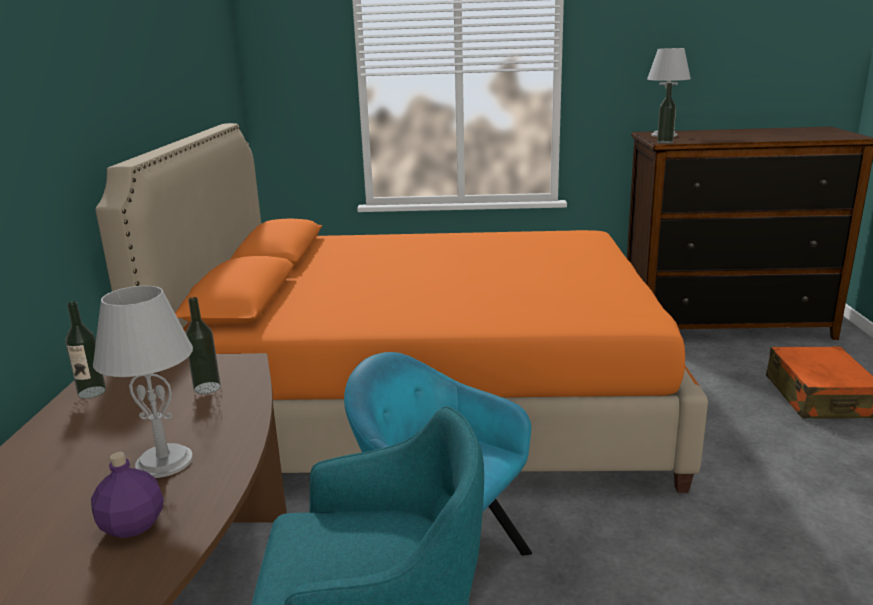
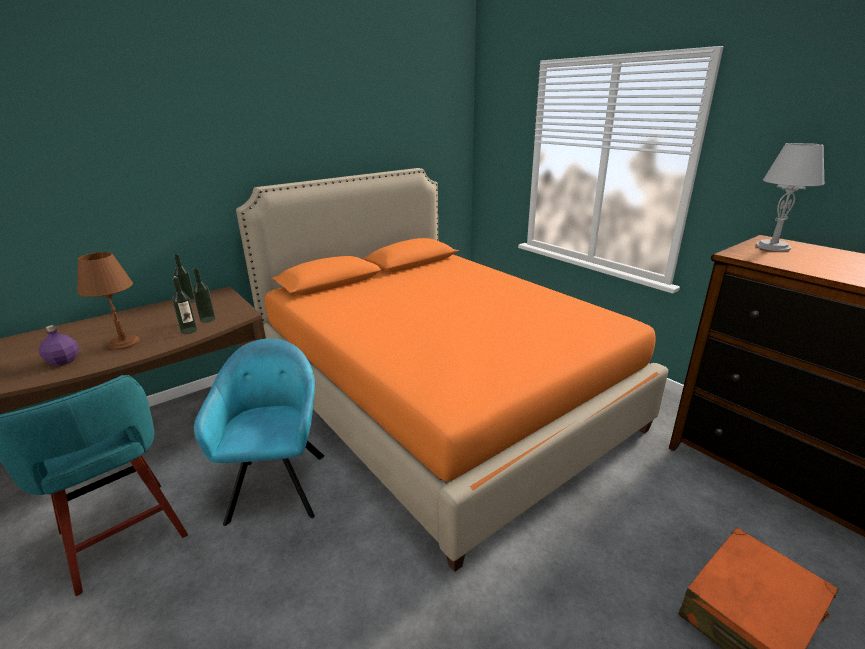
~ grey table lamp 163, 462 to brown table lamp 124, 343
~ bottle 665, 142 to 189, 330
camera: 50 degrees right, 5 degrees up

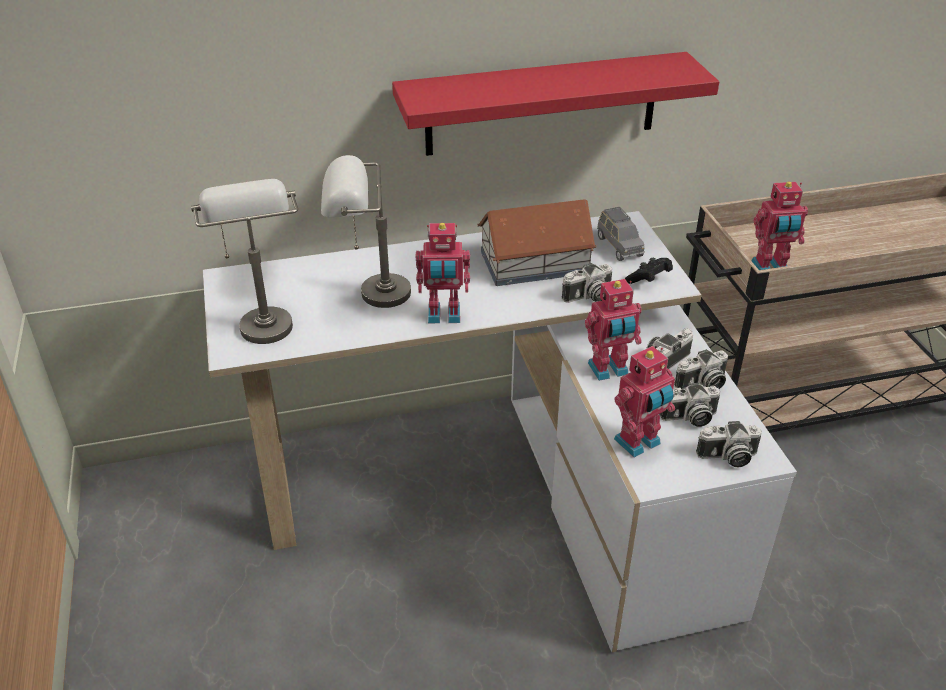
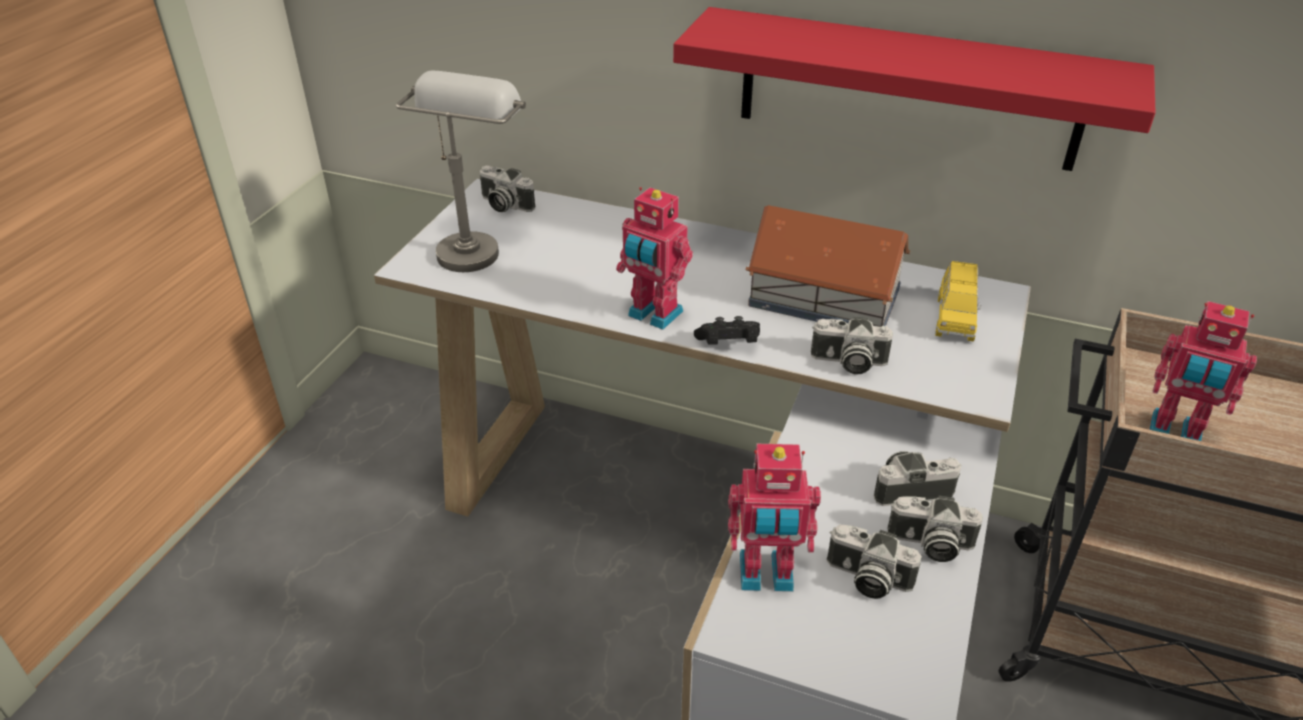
- grey table lamp 368, 295
- toy robot 609, 370
~ grey toy car 619, 246 to yellow toy car 955, 318
~ black game controller 649, 279 to 728, 345
~ photo camera 727, 457 to 504, 205
camera: 35 degrees right, 0 degrees up

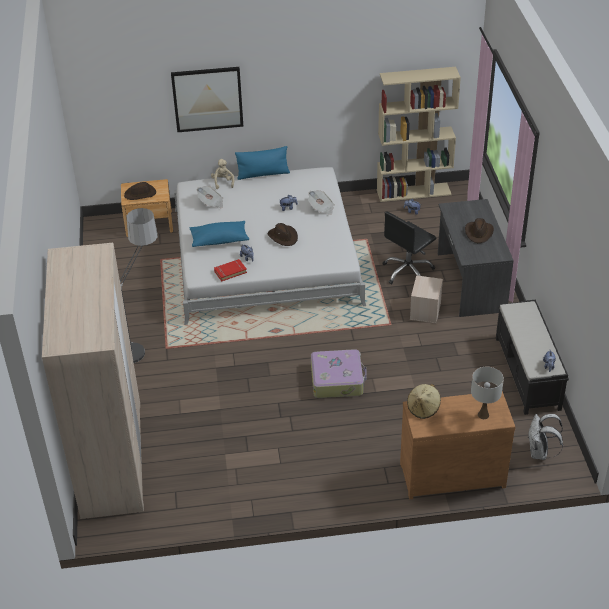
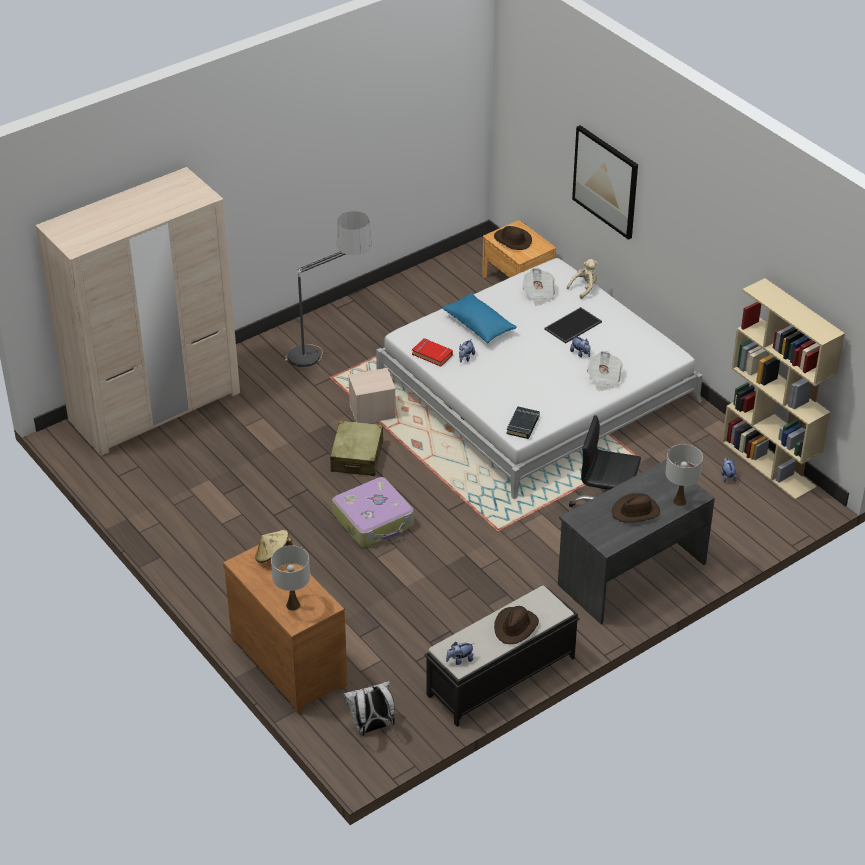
- blue pillow 263, 174
~ brown hat 283, 237 to 515, 627
~ beige storage box 425, 311 to 372, 412
+ beige suitcase 357, 456
+ black book 523, 425
+ tray 573, 326
+ white table lamp 680, 501
camera: 60 degrees right, 0 degrees up

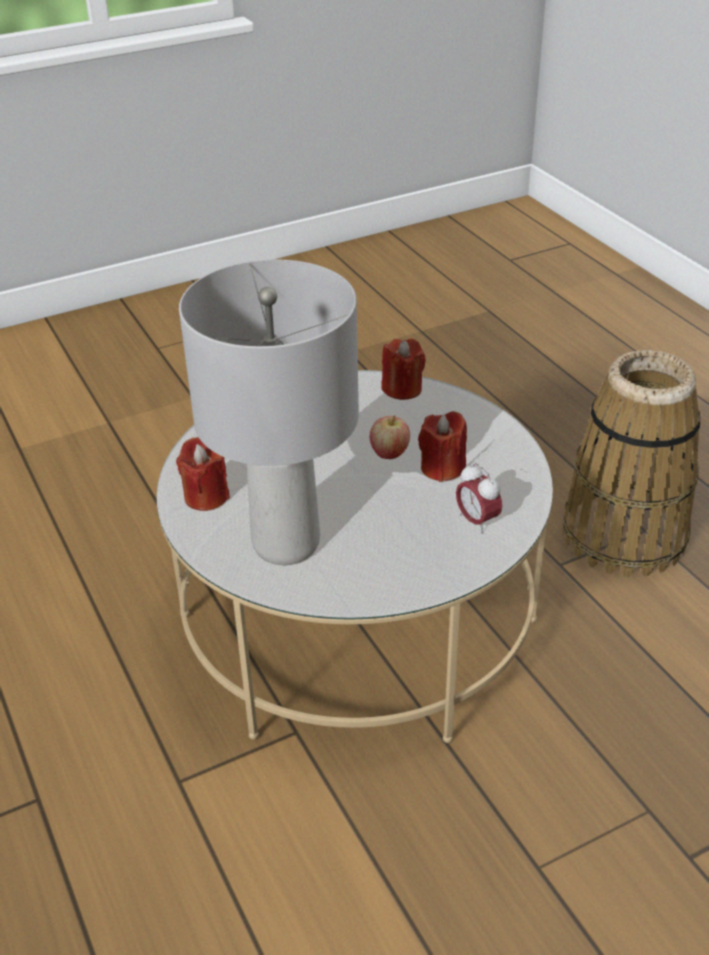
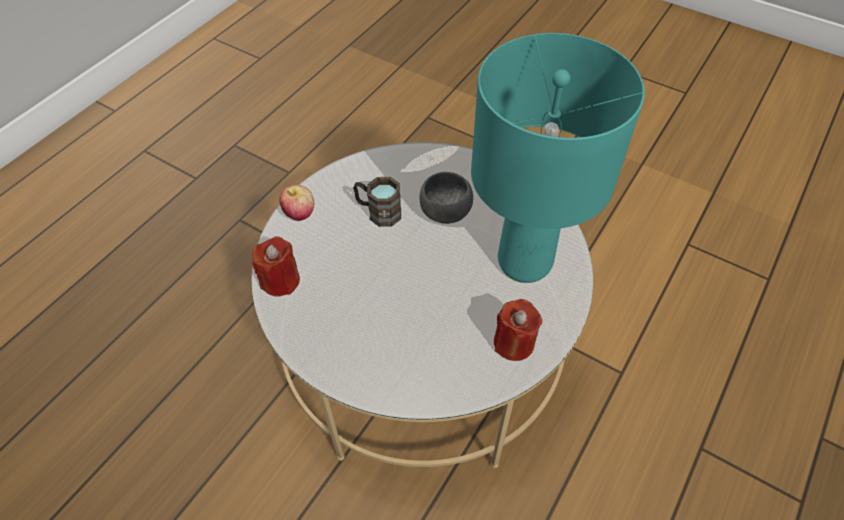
~ grey table lamp 287, 543 to turquoise table lamp 523, 262
~ apple 389, 453 to 299, 214
~ red candle 442, 468 to brown mug 378, 212
- alarm clock 477, 521
- basket 624, 535
+ grey bowl 444, 211
camera: 120 degrees left, 15 degrees up

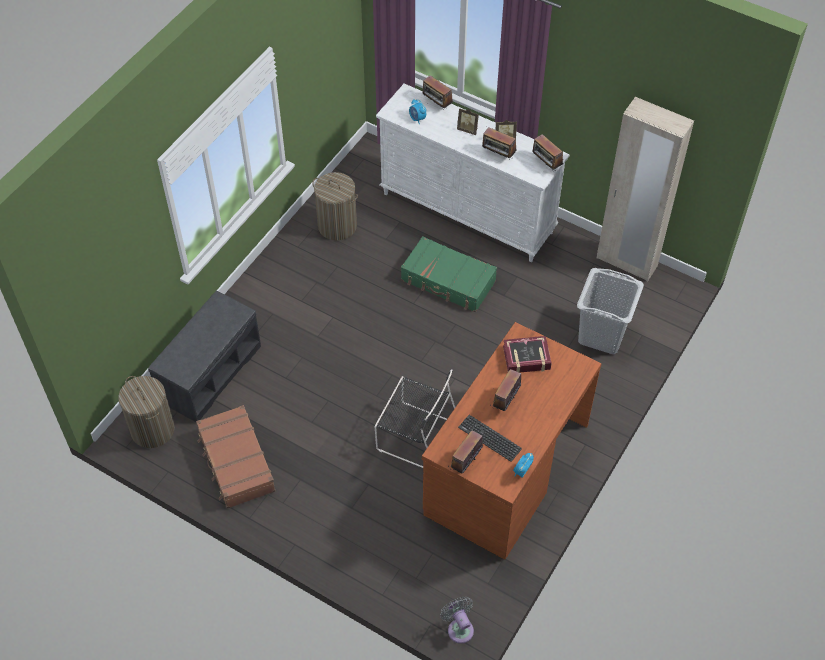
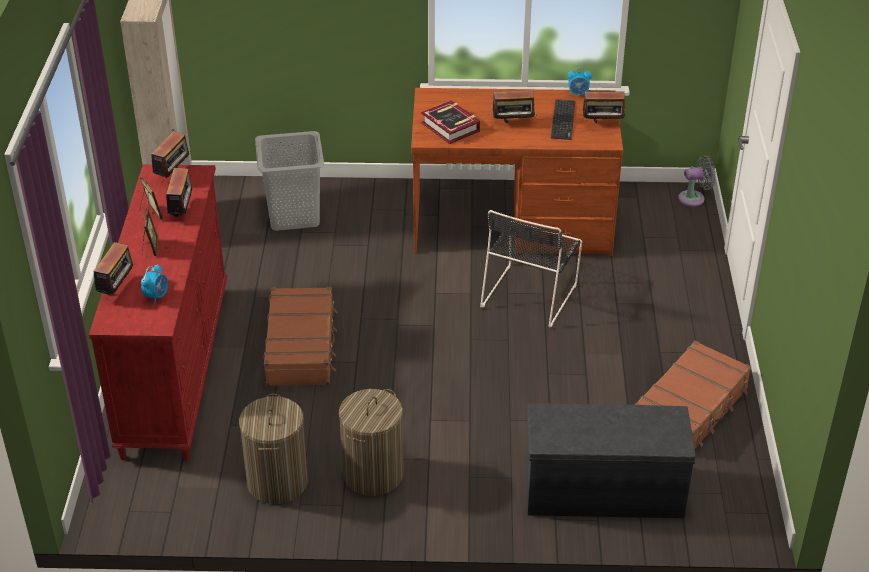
~ laundry basket 152, 429 to 373, 474
~ black chair 415, 435 = 530, 293 150 degrees counterclockwise
~ white dresser 468, 213 to red dresser 176, 370
~ green suitcase 448, 281 to brown suitcase 301, 346
~ grey fan 459, 628 = 694, 198 135 degrees counterclockwise
camera: 120 degrees left, 15 degrees down

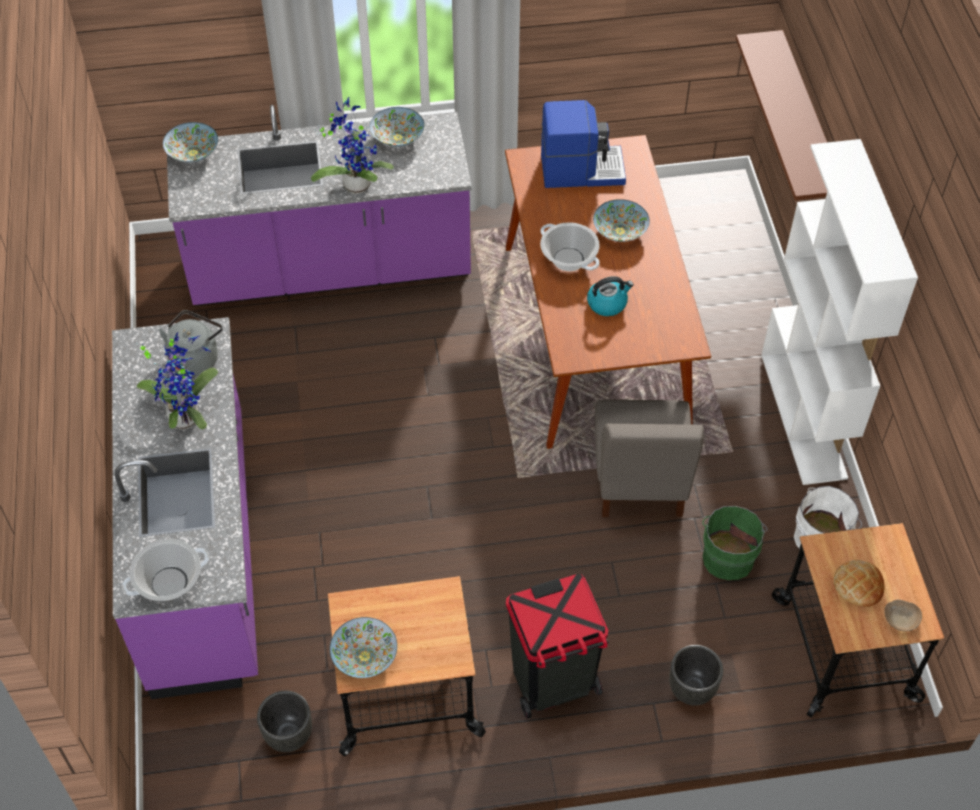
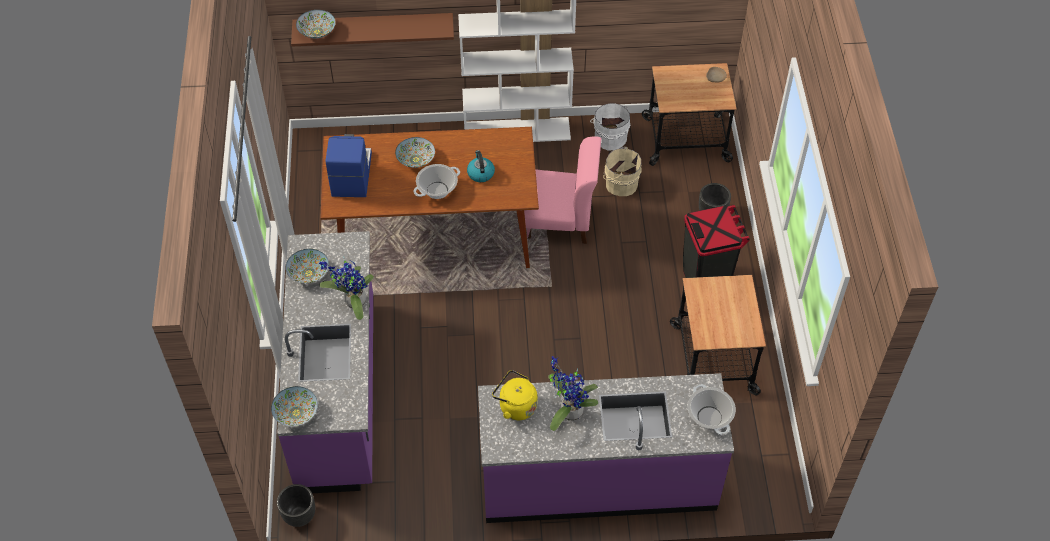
~ grey kettle 196, 358 to yellow kettle 515, 406
~ black planter 289, 736 to 300, 515
~ bowl 365, 656 to 317, 32
~ grey chair 639, 479 to pink chair 559, 220
~ green bucket 728, 555 to beige bucket 620, 183
- bread 858, 585
camera: 85 degrees left, 0 degrees up

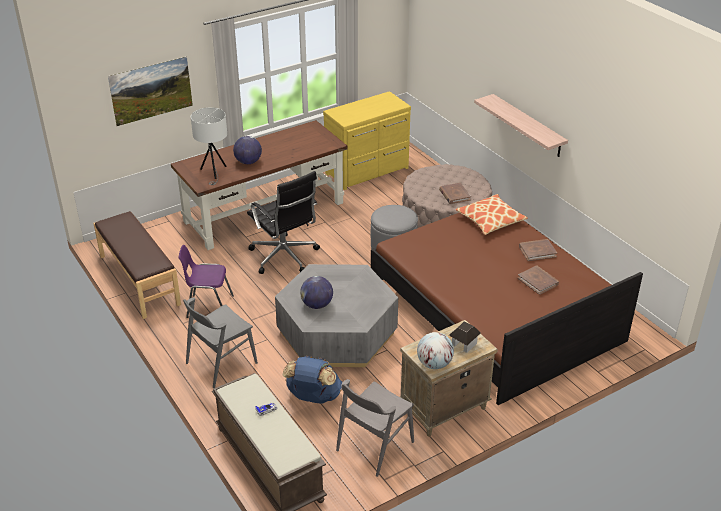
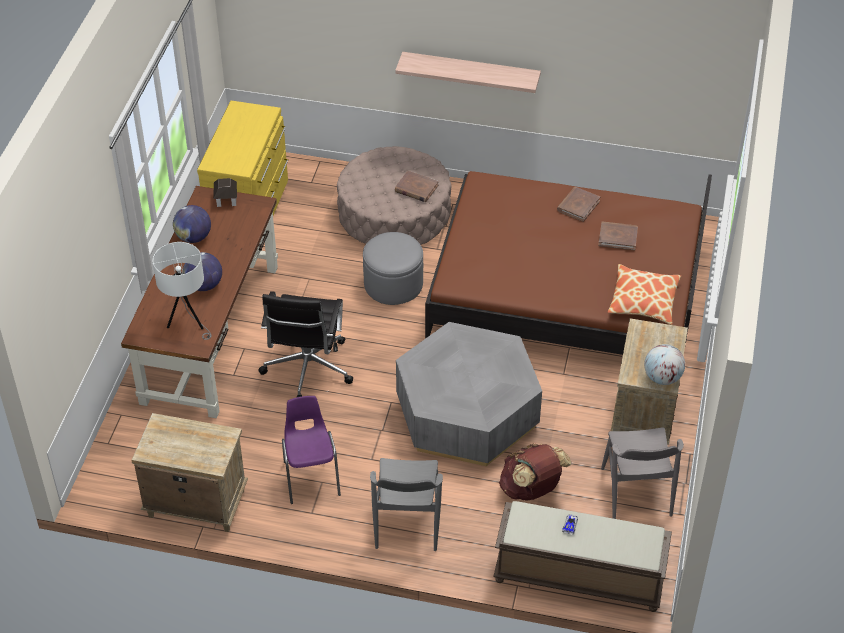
~ brown bench 138, 280 to beige nightstand 195, 503
- picture 153, 103
~ purple chair 208, 307 = 311, 477 120 degrees clockwise
~ black office chair 285, 257 = 307, 370 90 degrees clockwise
~ blue backpack 313, 397 to brown backpack 531, 489
~ globe 317, 305 to 193, 237
~ toy house 464, 344 to 226, 200
~ pillow 490, 220 to 643, 301
camera: 45 degrees left, 10 degrees up

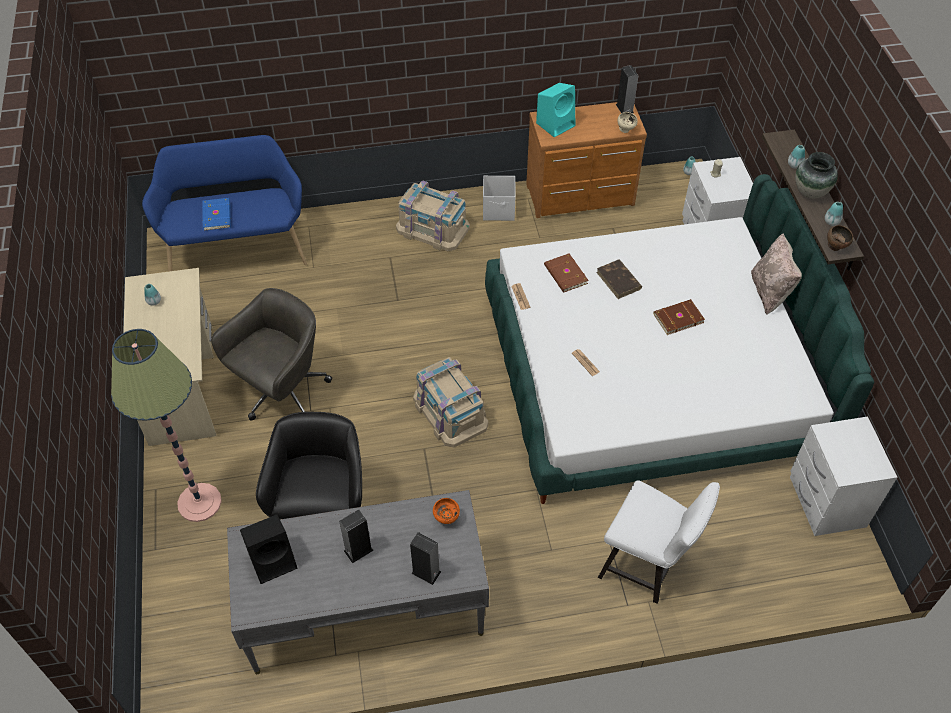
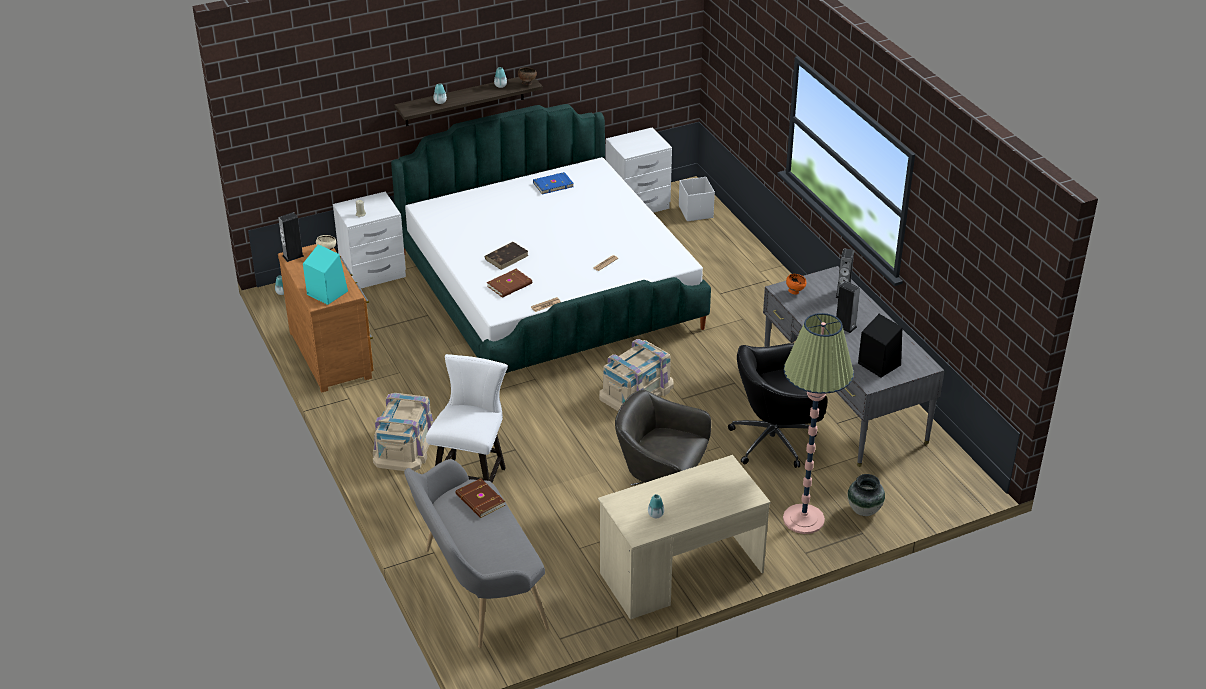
~ blue bench 237, 248 to grey bench 477, 589
~ blue book 217, 215 to 552, 184
~ white storage box 499, 210 to 696, 211
~ white chair 647, 567 to 472, 477
~ brown book 677, 318 to 479, 500
- beige pillow 770, 292
~ vase 810, 192 to 864, 510
camera: 105 degrees left, 15 degrees down

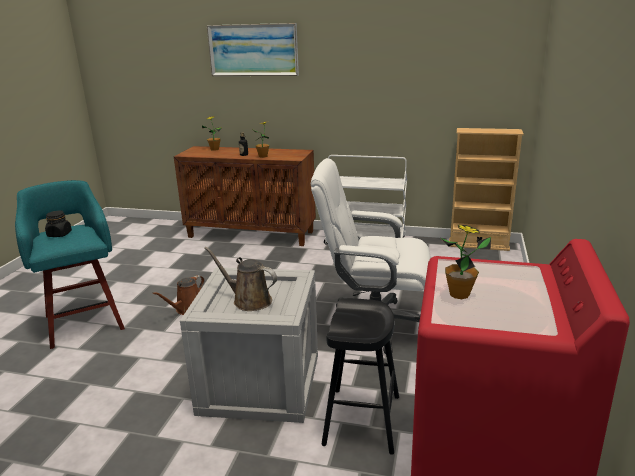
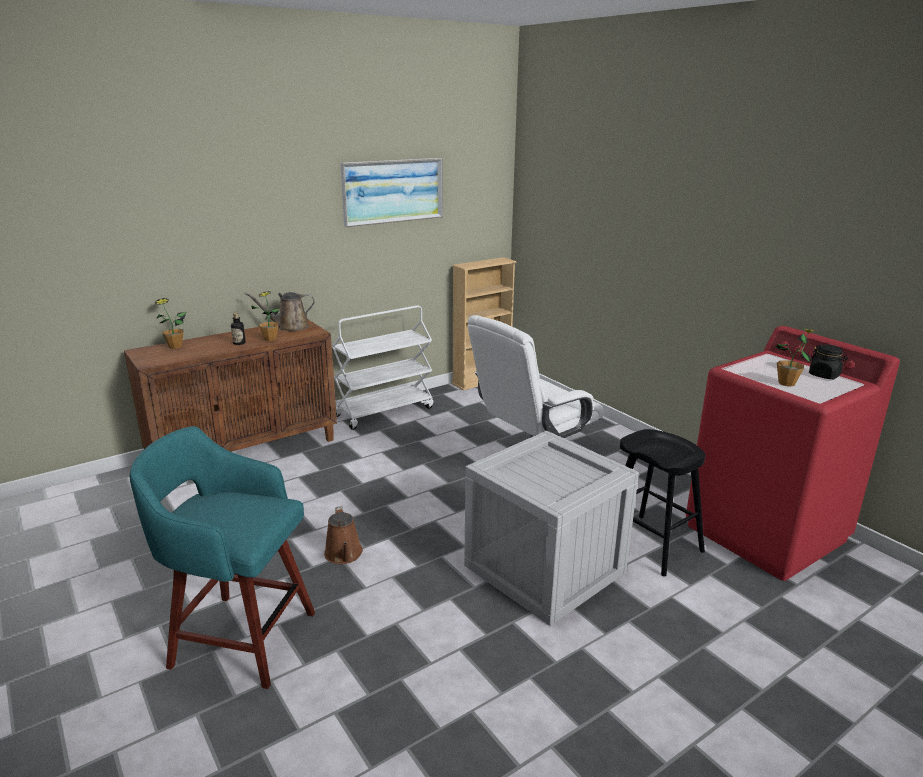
~ black jar 59, 234 to 824, 375
~ brown watering can 249, 300 to 289, 327
~ picture 253, 50 to 393, 191
camera: 50 degrees left, 0 degrees up

